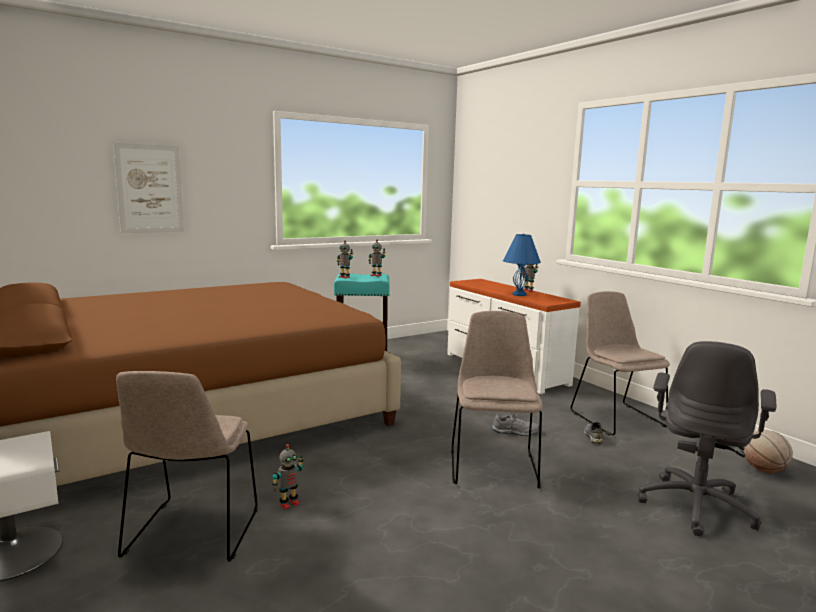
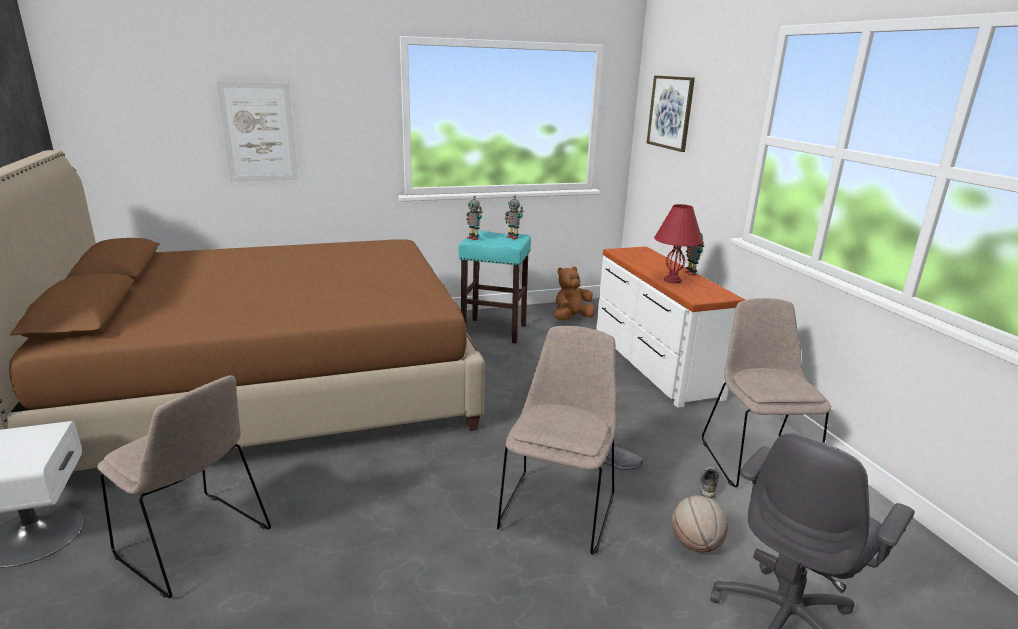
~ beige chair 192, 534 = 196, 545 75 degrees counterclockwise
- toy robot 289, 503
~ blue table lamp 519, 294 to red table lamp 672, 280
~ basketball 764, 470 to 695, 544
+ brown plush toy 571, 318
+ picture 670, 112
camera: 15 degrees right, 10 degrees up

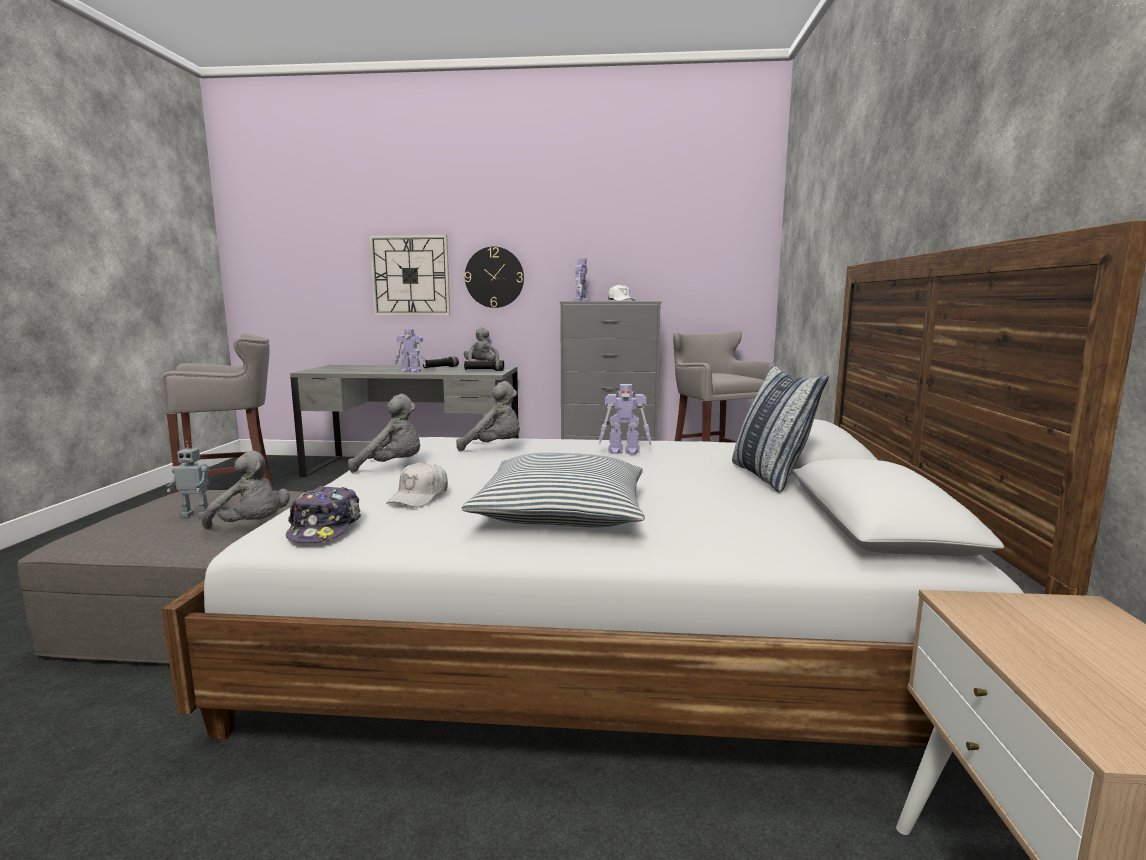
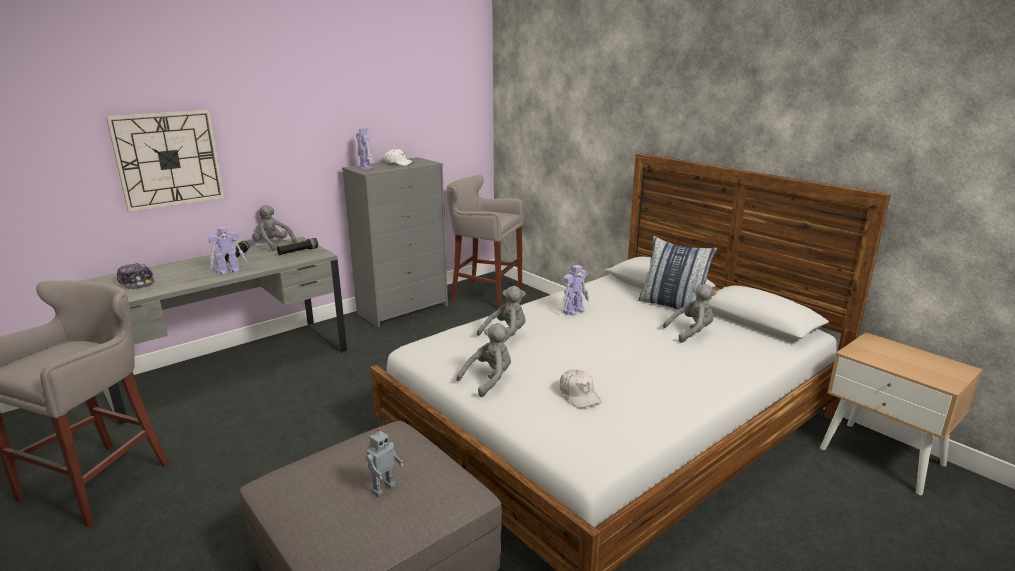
~ grey plush toy 252, 526 to 691, 332
~ cap 325, 528 to 137, 282
- pillow 562, 511
- wall clock 494, 277
camera: 45 degrees left, 10 degrees up

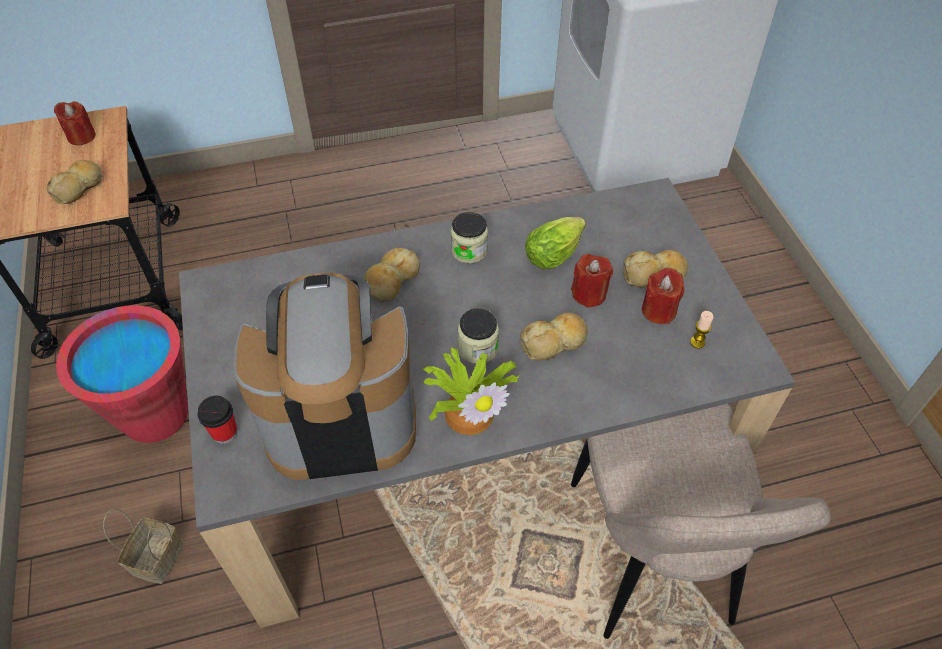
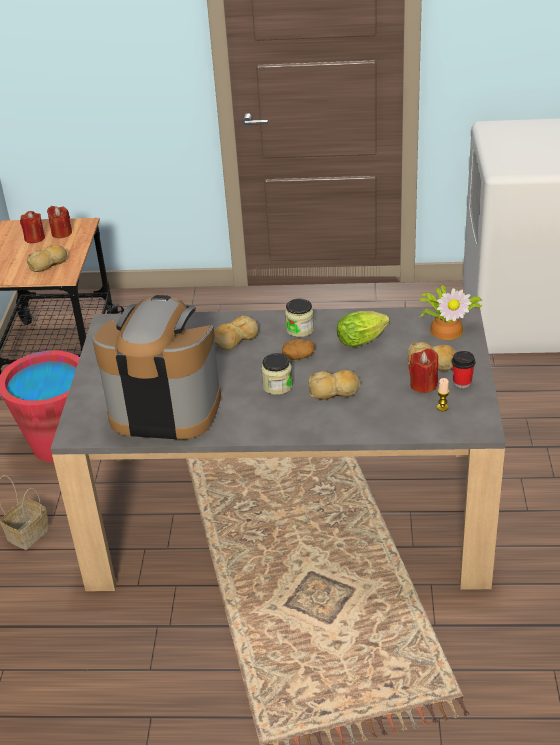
~ cup 224, 432 to 462, 382
~ potted plant 469, 410 to 447, 329
~ red candle 589, 294 to 34, 238
- beige chair 651, 560
+ potato 298, 356
camera: 20 degrees right, 15 degrees down

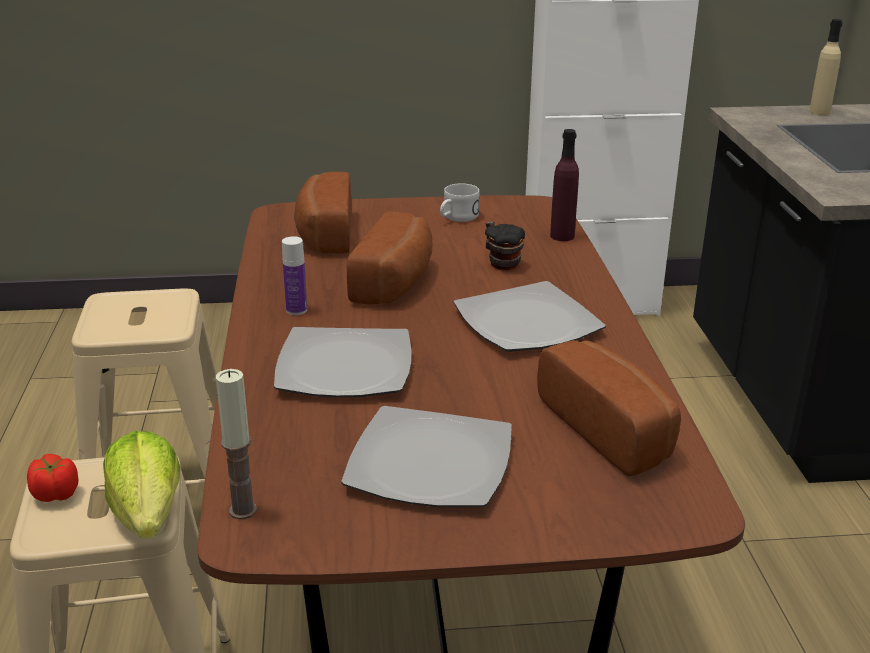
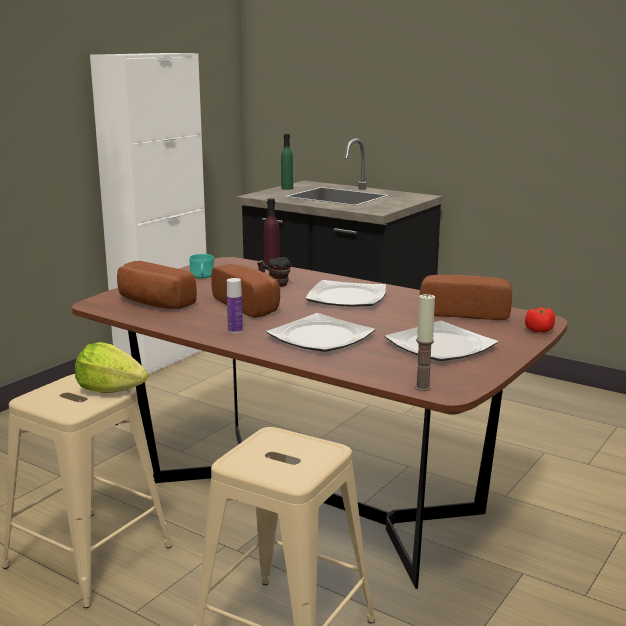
~ tomato 56, 494 to 539, 330
~ lettuce 148, 515 to 110, 390
~ white mug 456, 218 to turquoise mug 202, 277
~ beige bottle 819, 112 to green bottle 287, 188
camera: 50 degrees left, 10 degrees down

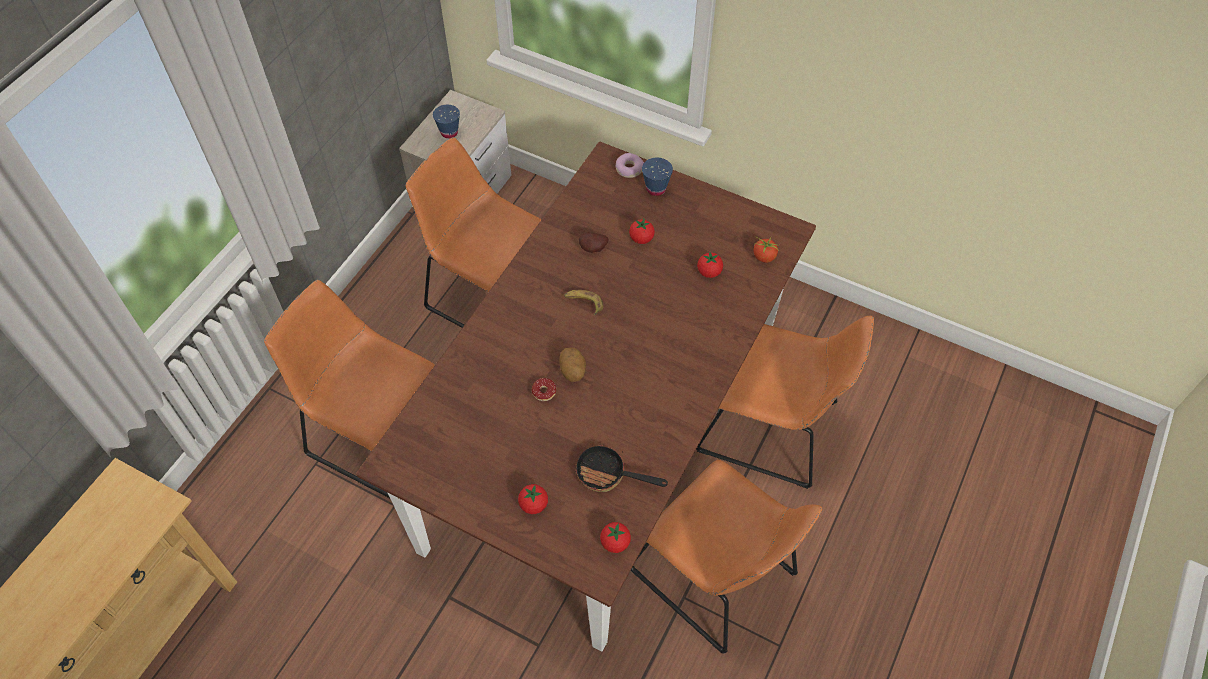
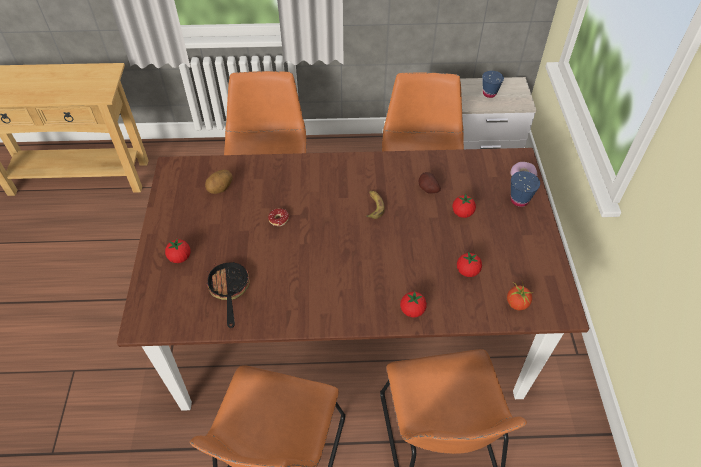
~ potato 573, 371 to 220, 189
~ tomato 615, 542 to 412, 310
camera: 60 degrees right, 5 degrees down

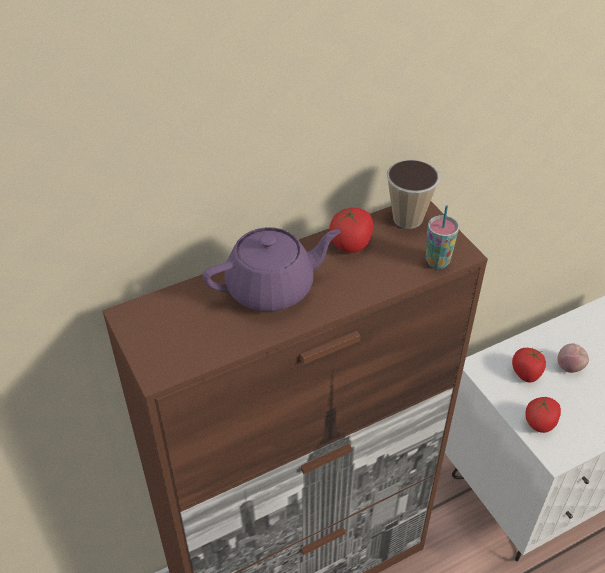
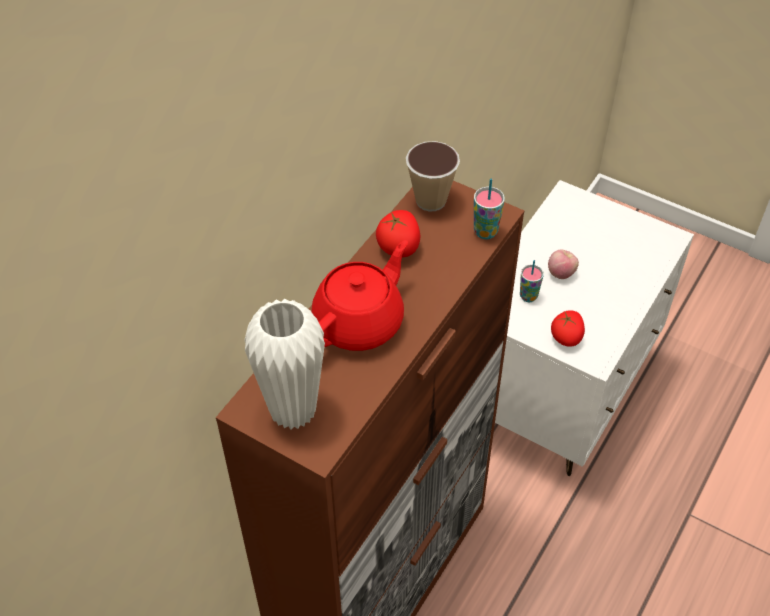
~ purple teapot 272, 288 to red teapot 360, 322
~ tomato 526, 373 to cup 528, 296
+ white vase 293, 410
camera: 30 degrees left, 5 degrees up

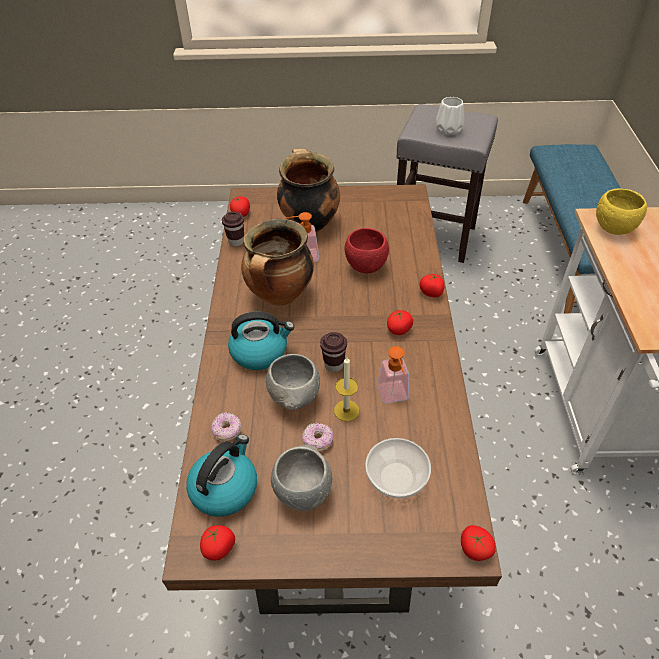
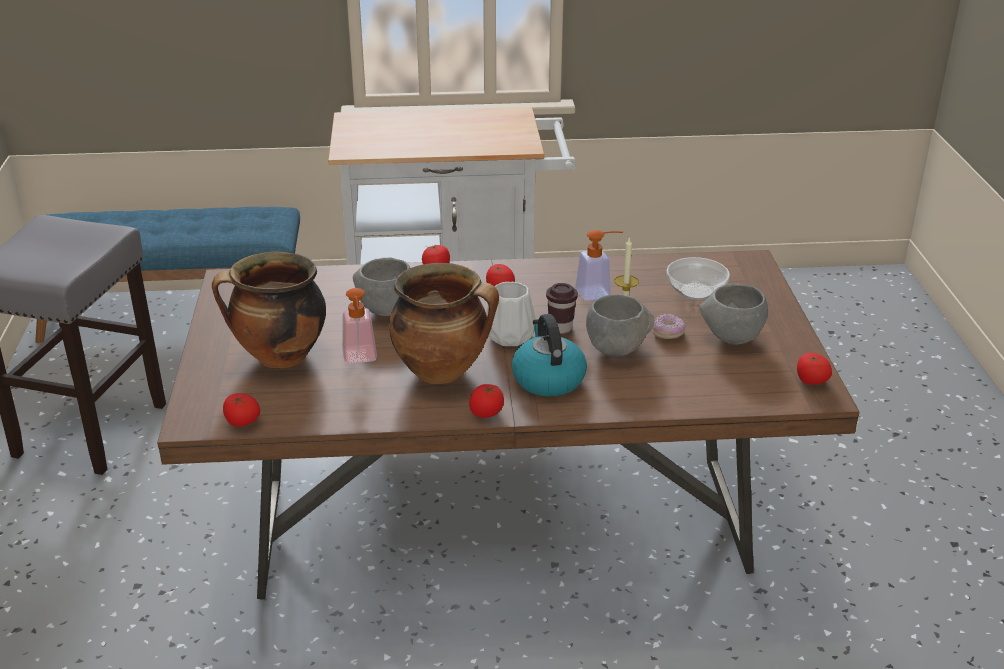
- kettle 225, 488
- donut 227, 431
- brown cup 236, 242
~ red bowl 366, 266 to grey bowl 385, 310
~ white vase 449, 130 to 510, 336
~ tomato 474, 549 to 486, 412
- yellow bowl 613, 228
camera: 95 degrees left, 15 degrees down

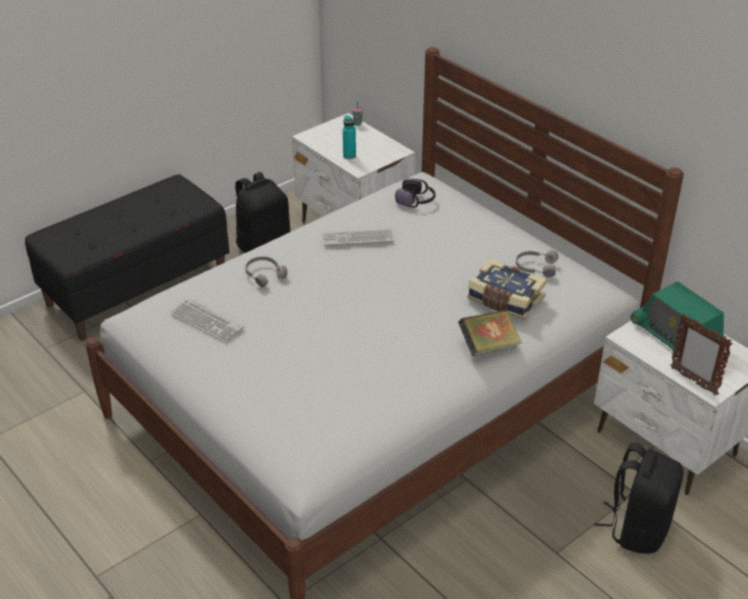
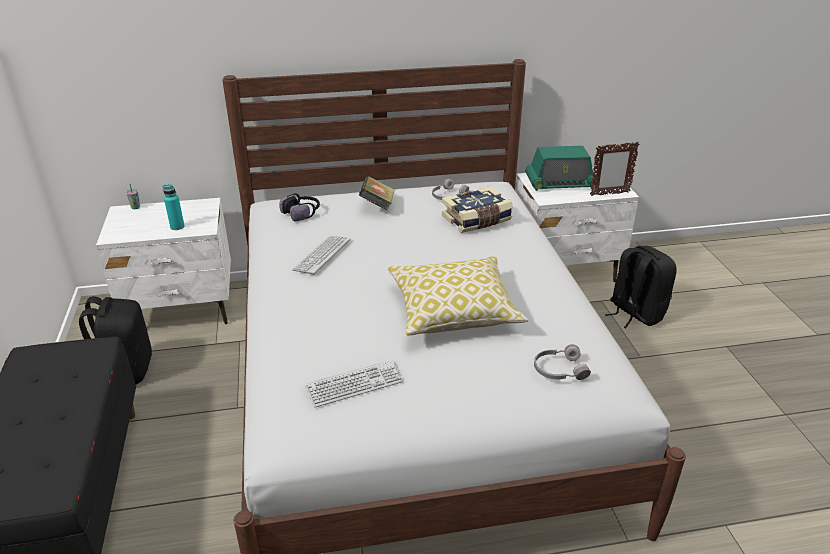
~ grey headphones 264, 274 to 558, 369
~ book 488, 347 to 377, 206
+ pillow 454, 310
camera: 60 degrees left, 5 degrees down

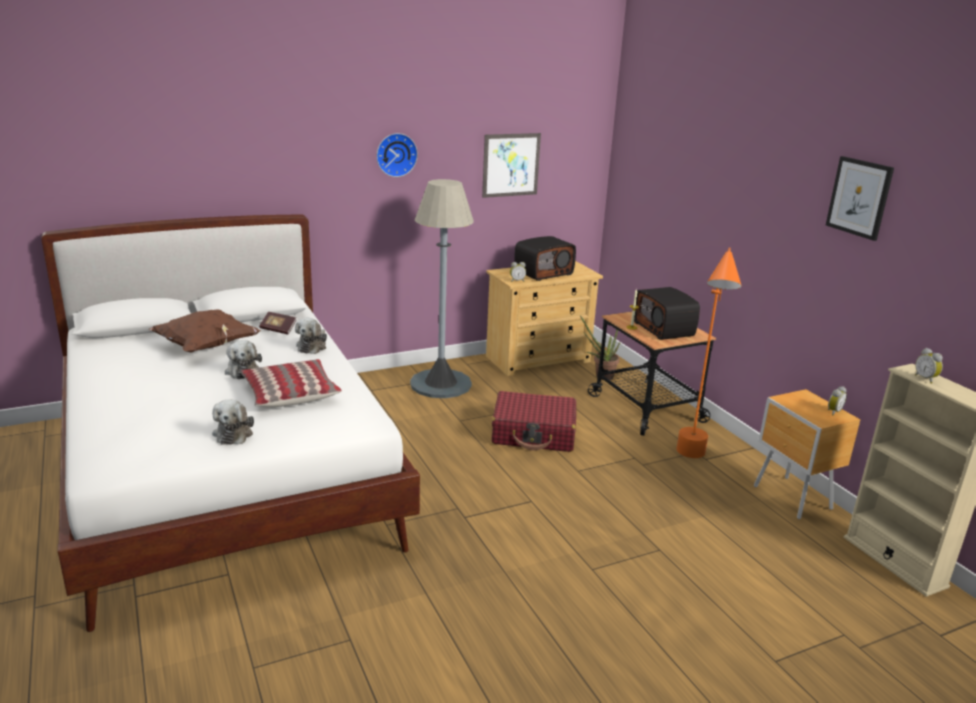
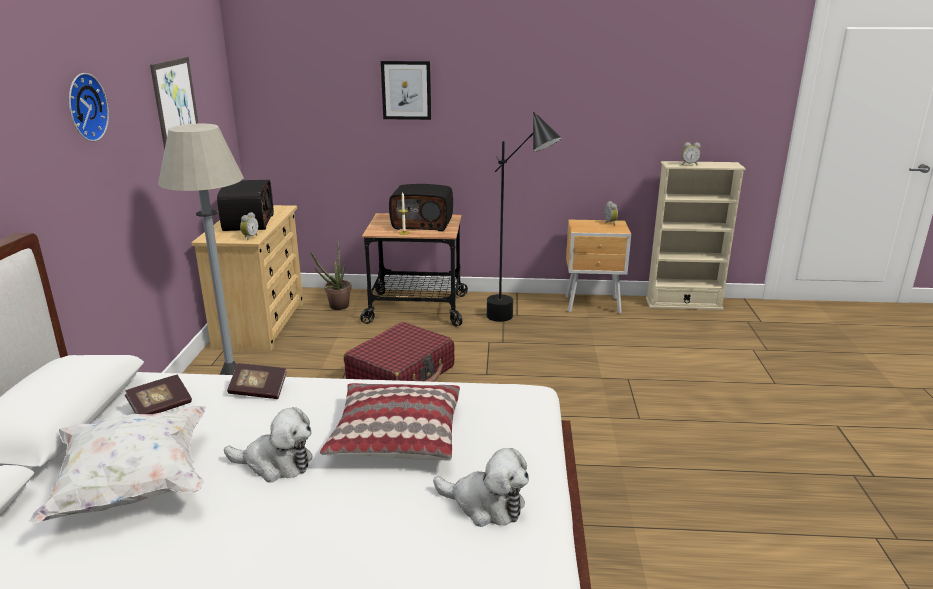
~ brown pillow 206, 347 to white pillow 134, 486
~ plush toy 312, 346 to book 258, 391
~ orange floor lamp 691, 463 to black floor lamp 517, 322
~ picture 859, 197 to 406, 90
camera: 60 degrees left, 0 degrees up

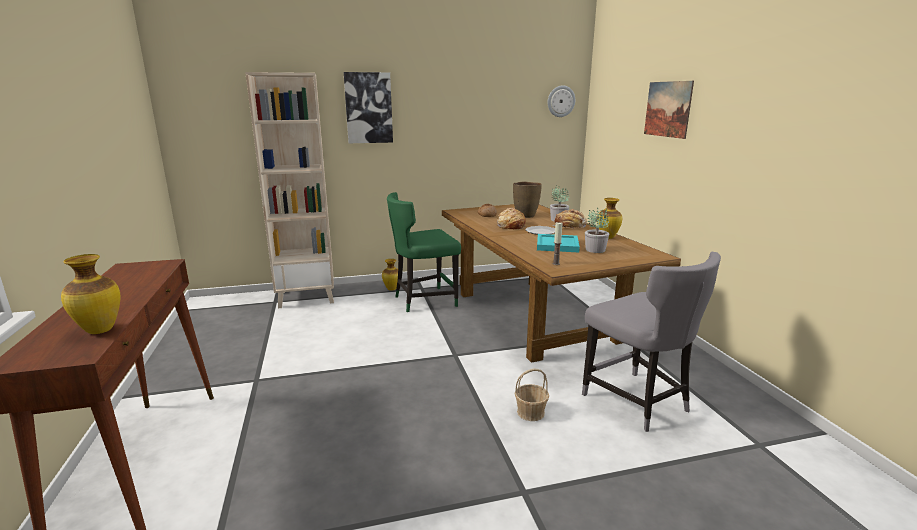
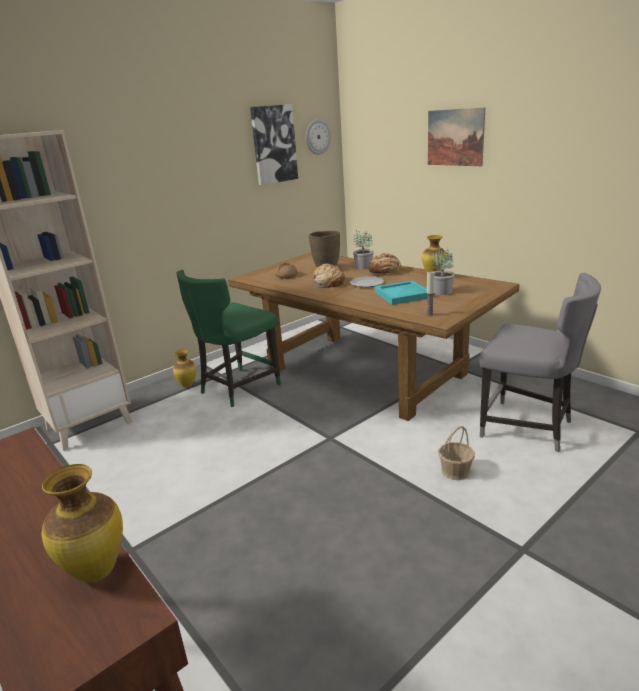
~ picture 368, 108 to 273, 144
camera: 25 degrees left, 5 degrees up

